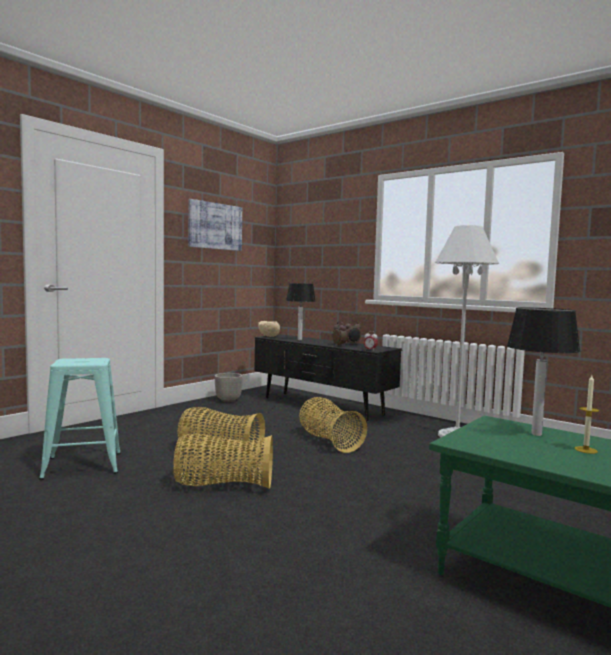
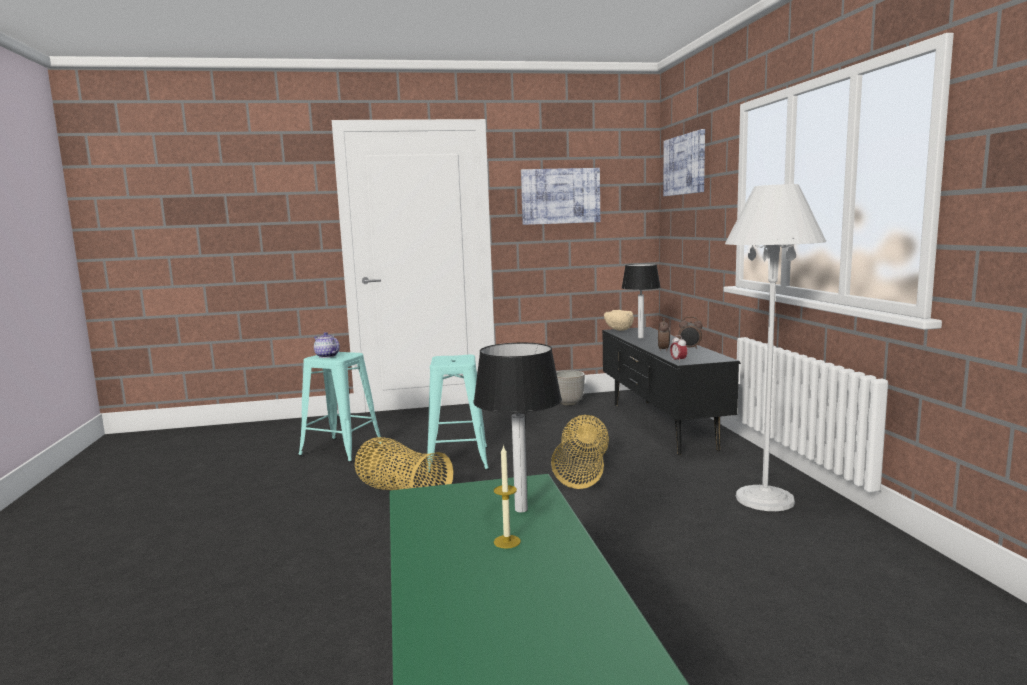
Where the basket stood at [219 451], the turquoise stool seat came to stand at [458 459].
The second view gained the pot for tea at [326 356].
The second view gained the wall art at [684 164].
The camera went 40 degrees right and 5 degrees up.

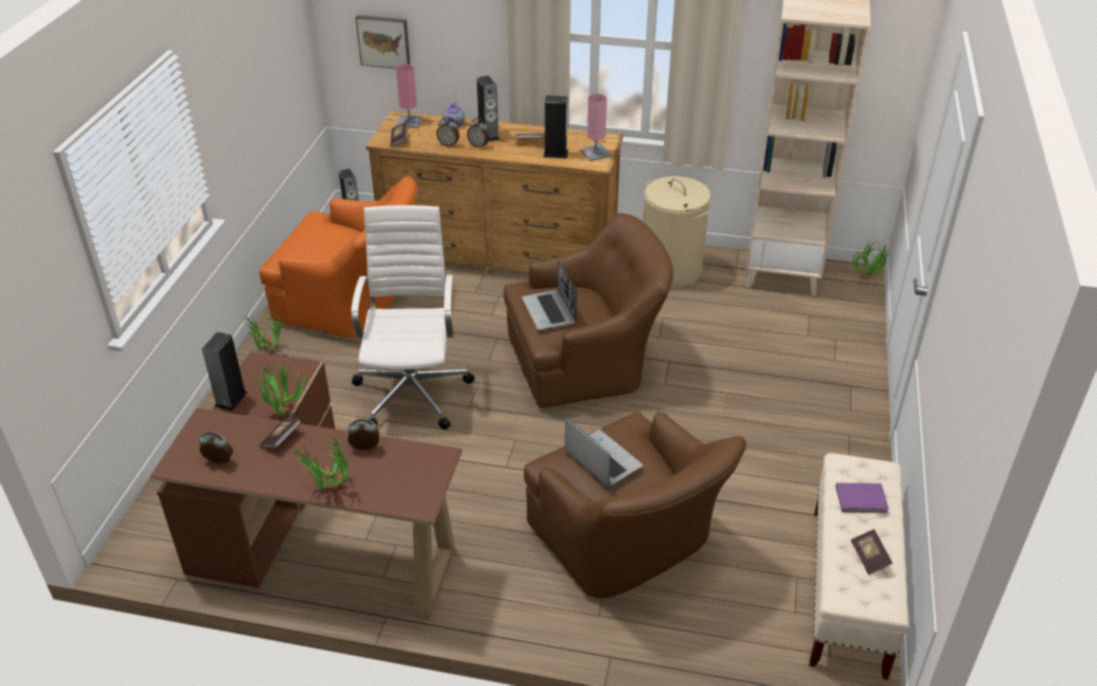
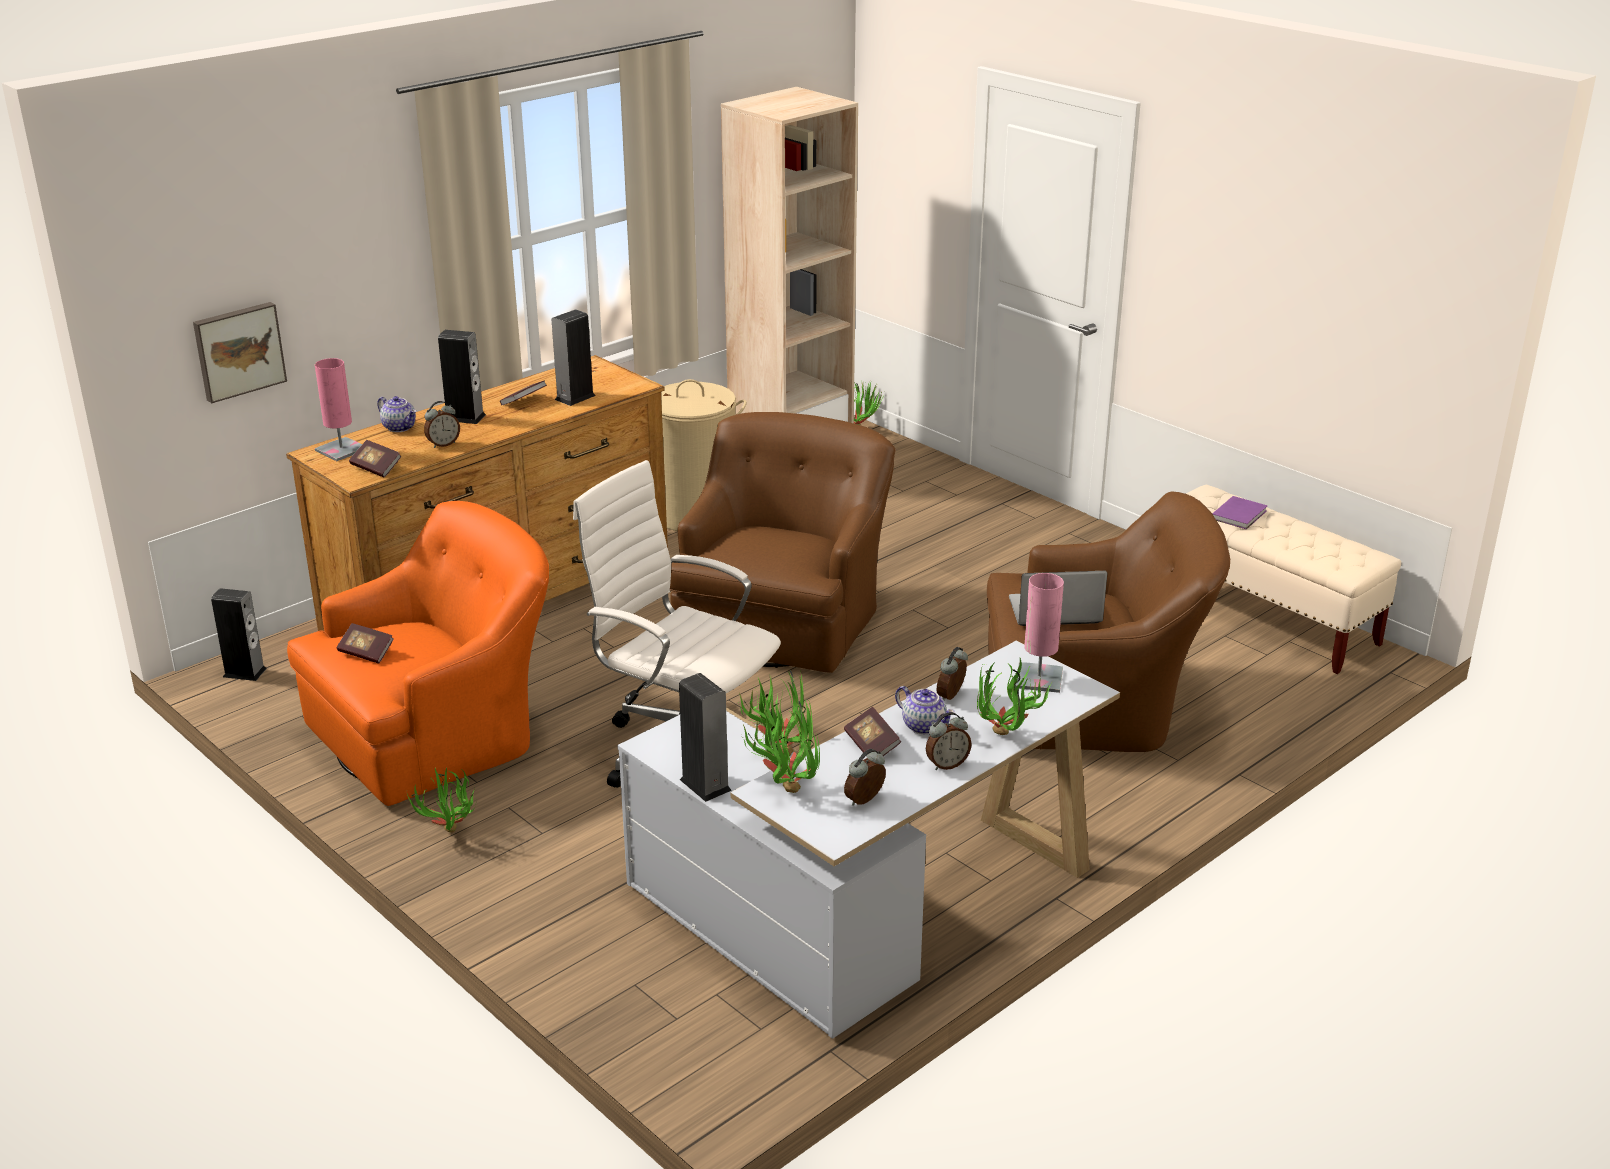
What was the brown-coloured desk at [313 536] turned into the whitish desk at [867 910].
The alarm clock ended up elsewhere, having gone from [479 145] to [946 764].
The second view lost the notebook computer at [550 312].
The pink tabletop lamp ended up elsewhere, having gone from [595 153] to [1039 678].
The book ended up elsewhere, having gone from [869 557] to [366 653].
The second view gained the houseplant at [784 787].
The second view gained the pot for tea at [924 726].
The camera went 55 degrees left and 10 degrees down.

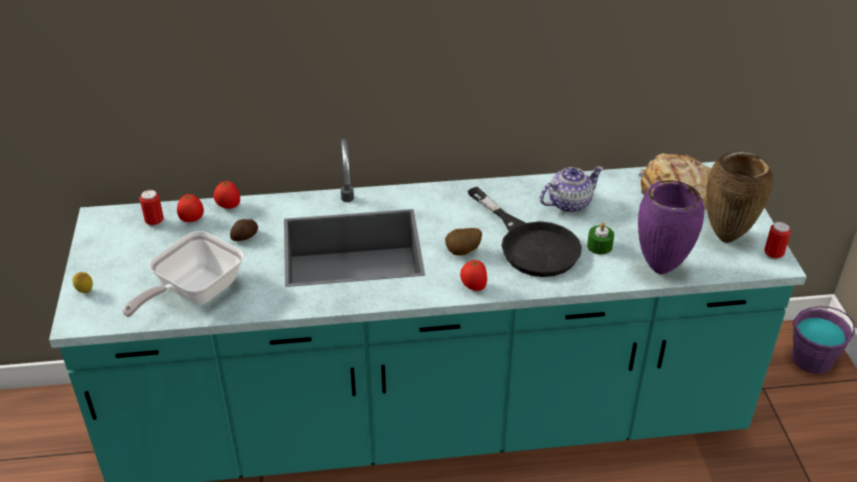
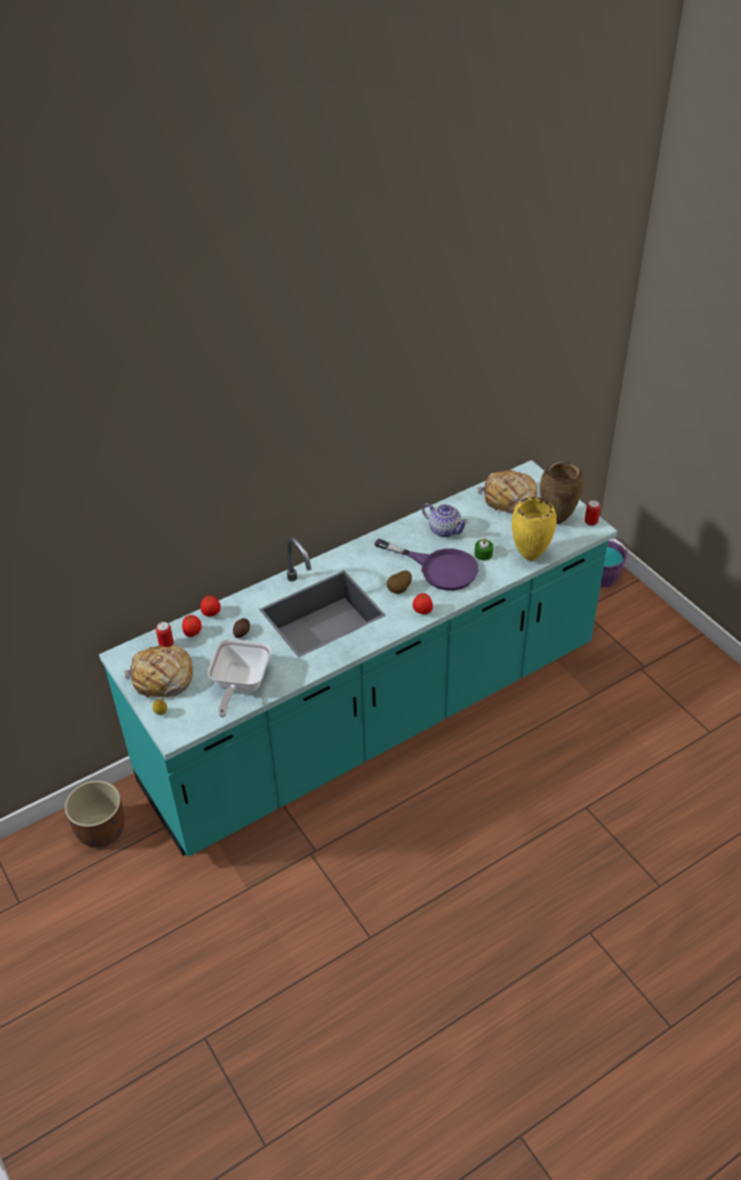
What was the black-coloured pan at [530 244] turned into the purplish pan at [439 568].
The pot for tea at [568 203] ended up facing another way, 90 degrees clockwise from before.
What was the purplish decorative vase at [659 270] turned into the yellow-coloured decorative vase at [529 558].
The second view gained the brown-coloured planter at [101 831].
The second view gained the bread at [162 679].
The camera went 25 degrees left and 5 degrees up.

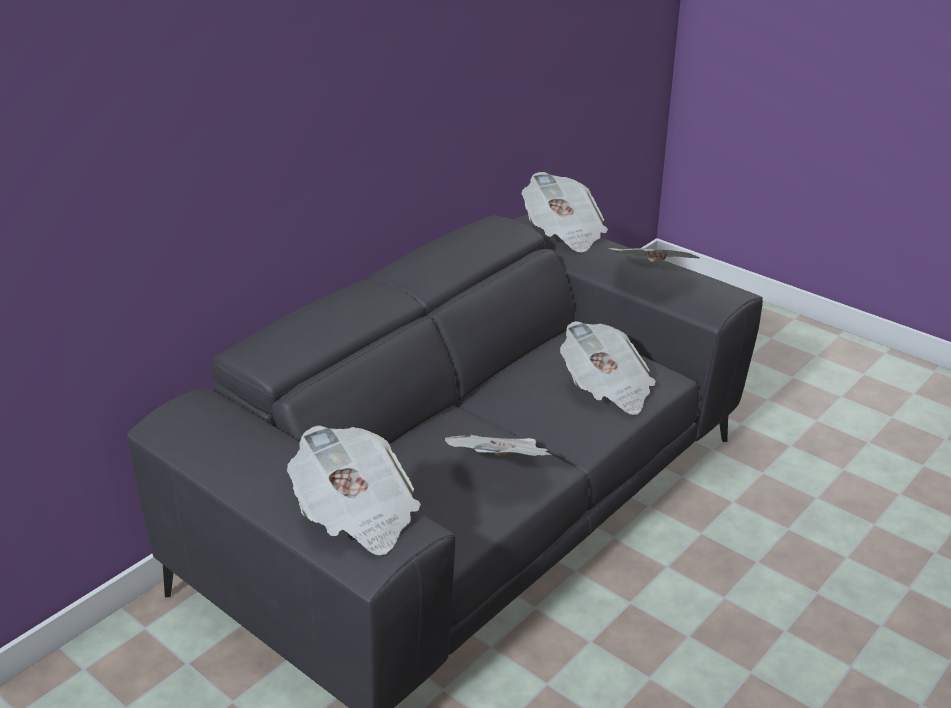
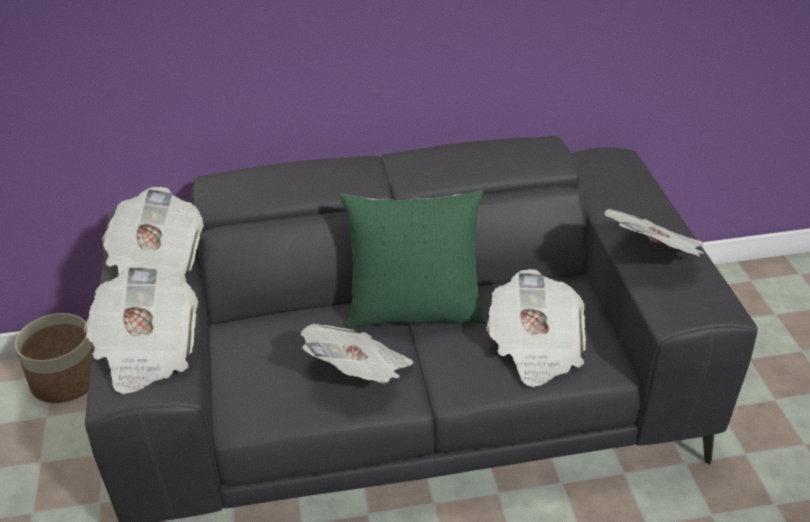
The daily paper ended up elsewhere, having gone from [564 233] to [155 266].
The second view gained the planter at [66 380].
The second view gained the green throw pillow at [414 311].
The camera went 40 degrees right and 5 degrees up.

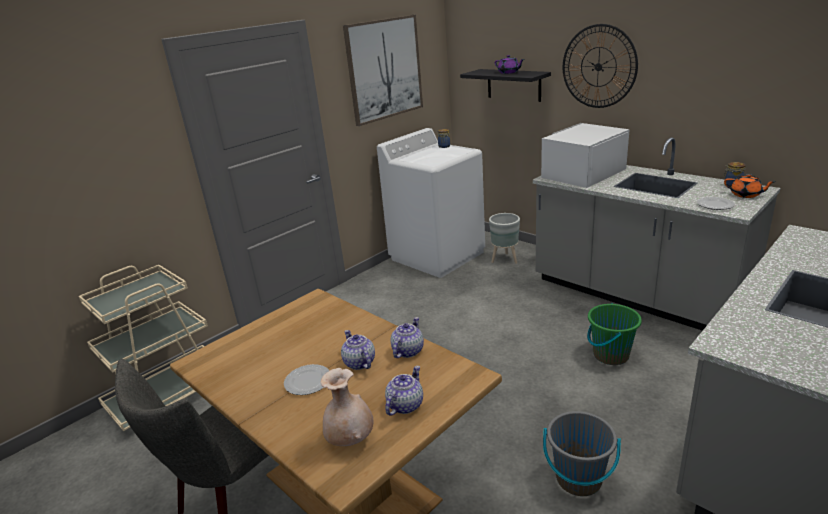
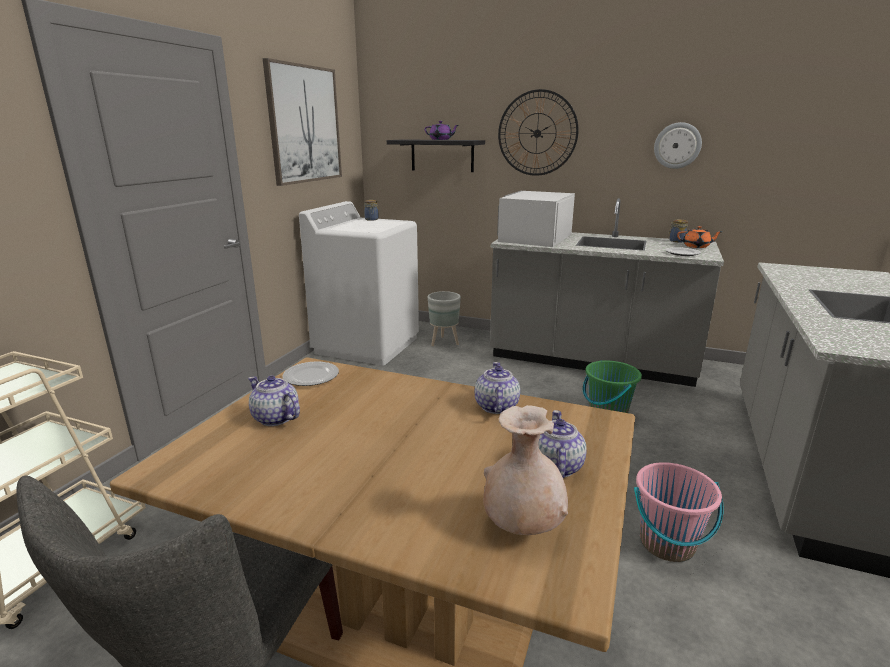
The dinner plate ended up elsewhere, having gone from [307 382] to [310 377].
The pot for tea ended up elsewhere, having gone from [359 363] to [275 418].
What was the grey pail at [578 479] turned into the pink pail at [667 543].
The second view gained the clock on the wall at [677 145].
The camera went 25 degrees left and 5 degrees down.

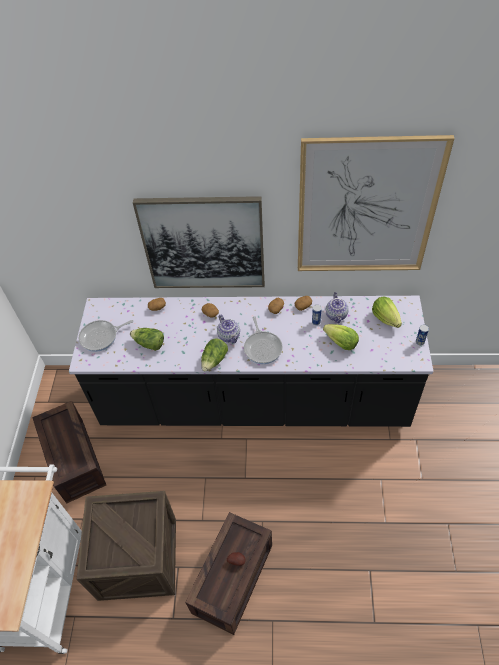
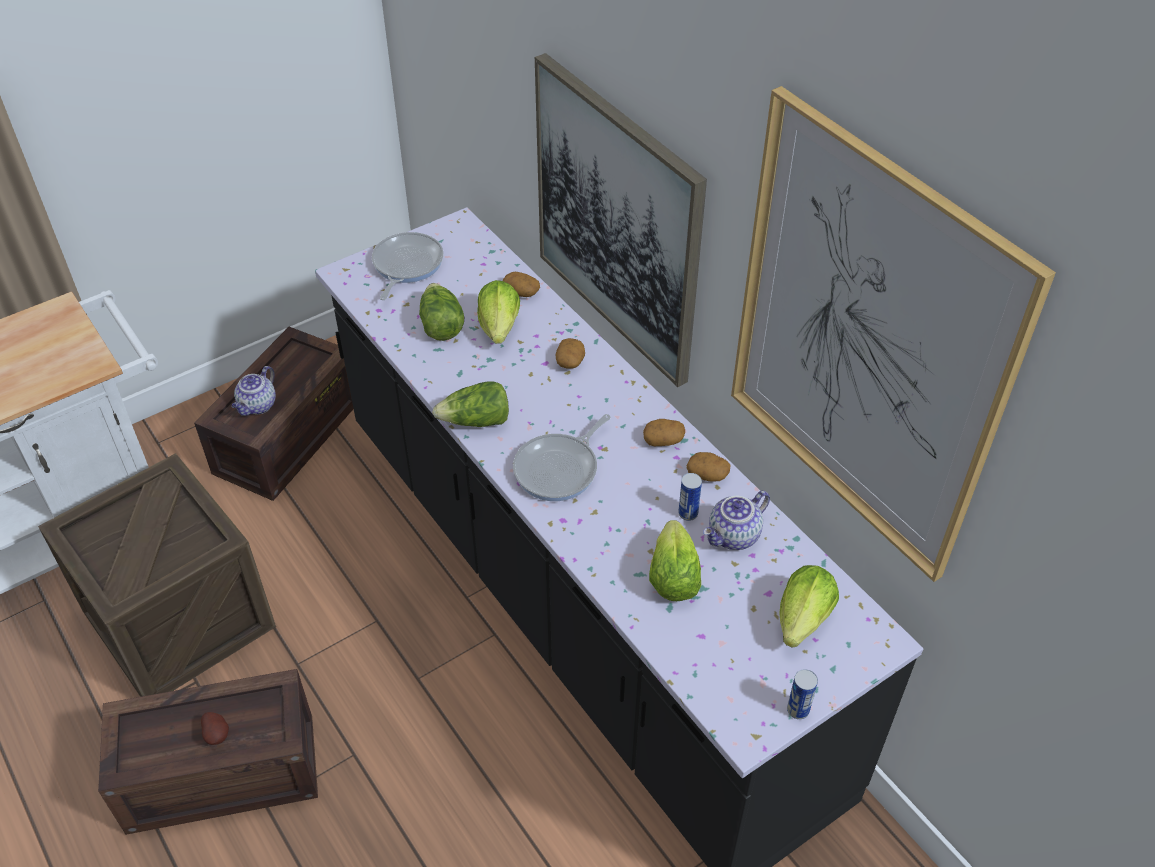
The pan at [101 337] ended up facing another way, 75 degrees clockwise from before.
The pot for tea ended up elsewhere, having gone from [229 336] to [257 406].
The second view gained the lettuce head at [499 327].
The camera went 50 degrees right and 5 degrees down.

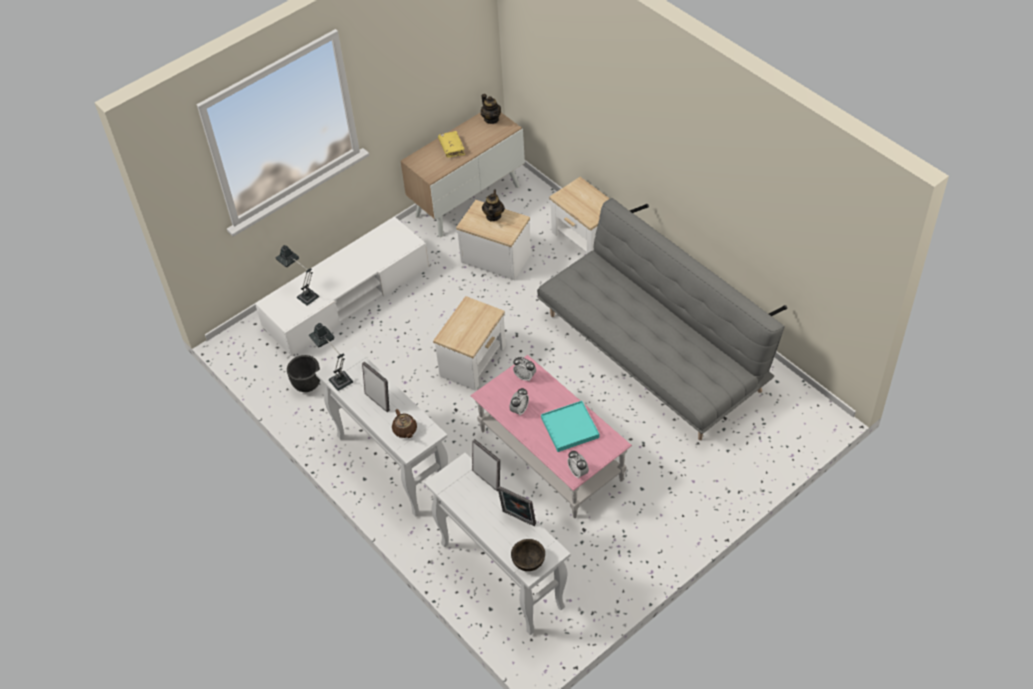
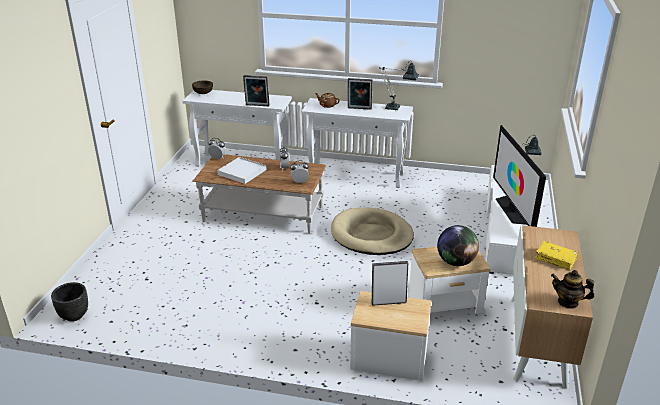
The black-coloured planter ended up elsewhere, having gone from [308 385] to [74 316].
Where the accent table stood at [473 361], the sand-coloured dog bed came to stand at [371 235].
What was the pink low table at [551 455] turned into the brown-coloured low table at [263 214].
Where the pot for tea stood at [493 216], the world globe came to stand at [456 262].
The picture frame ended up elsewhere, having gone from [518 519] to [388 302].
The second view lost the grey sofa at [653 351].
What was the turquoise serving tray at [570 428] turned into the whitish serving tray at [242 172].
The second view gained the TV at [513 210].
The camera went 140 degrees right and 20 degrees down.

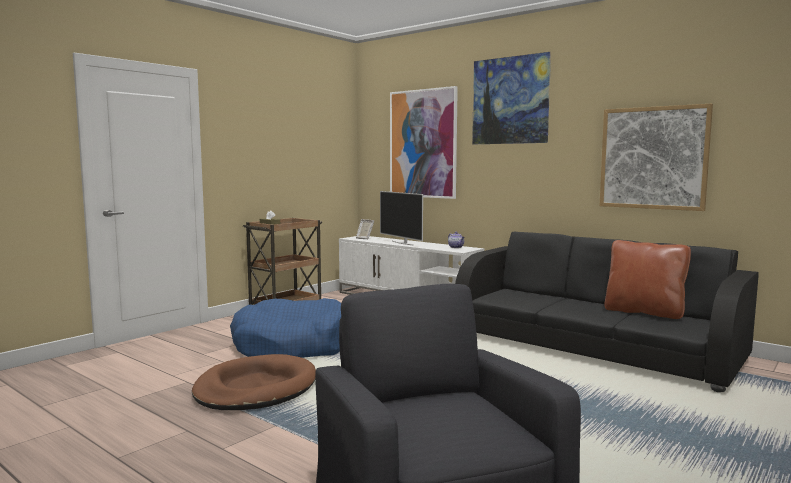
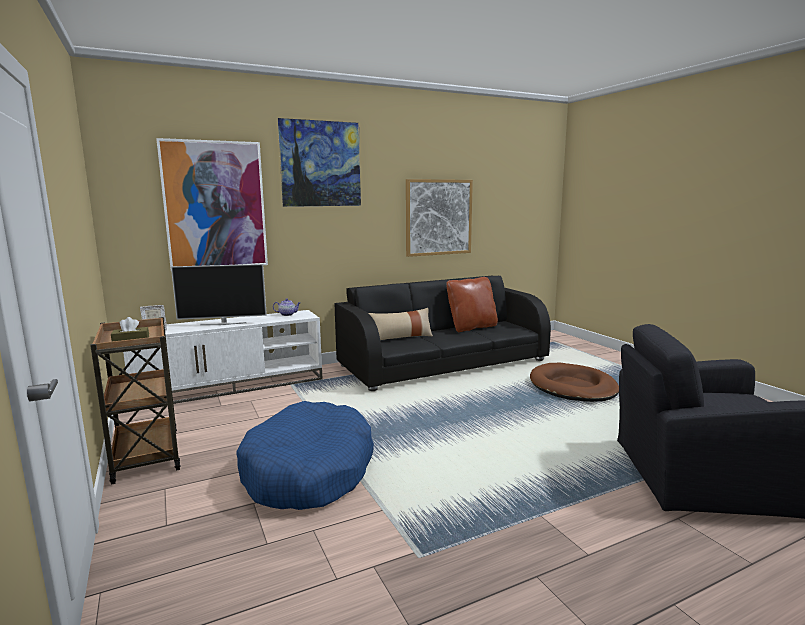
The brown-coloured dog bed ended up elsewhere, having gone from [256 388] to [572 387].
The second view gained the sand-coloured throw pillow at [401 337].
The camera went 65 degrees left and 5 degrees up.

